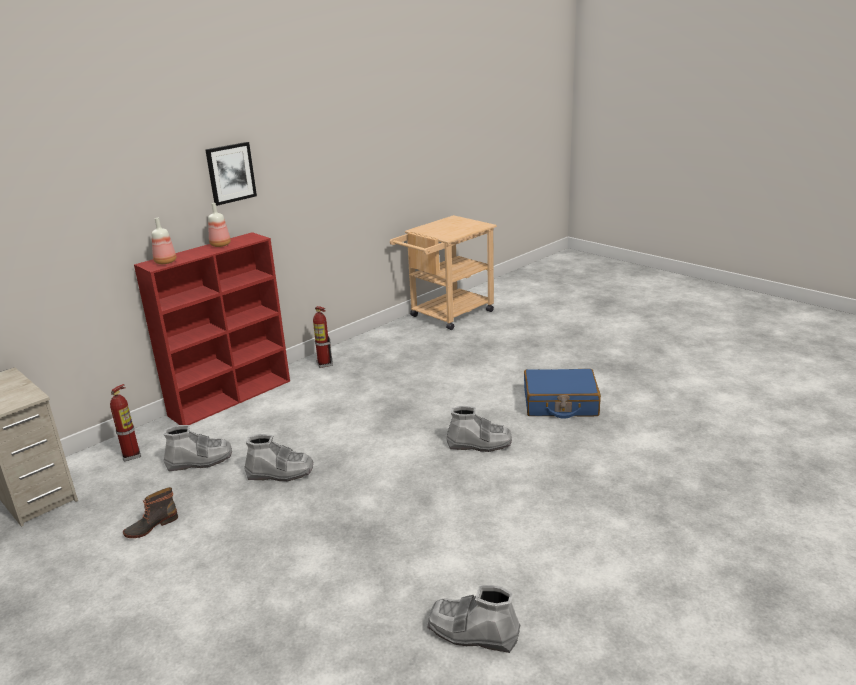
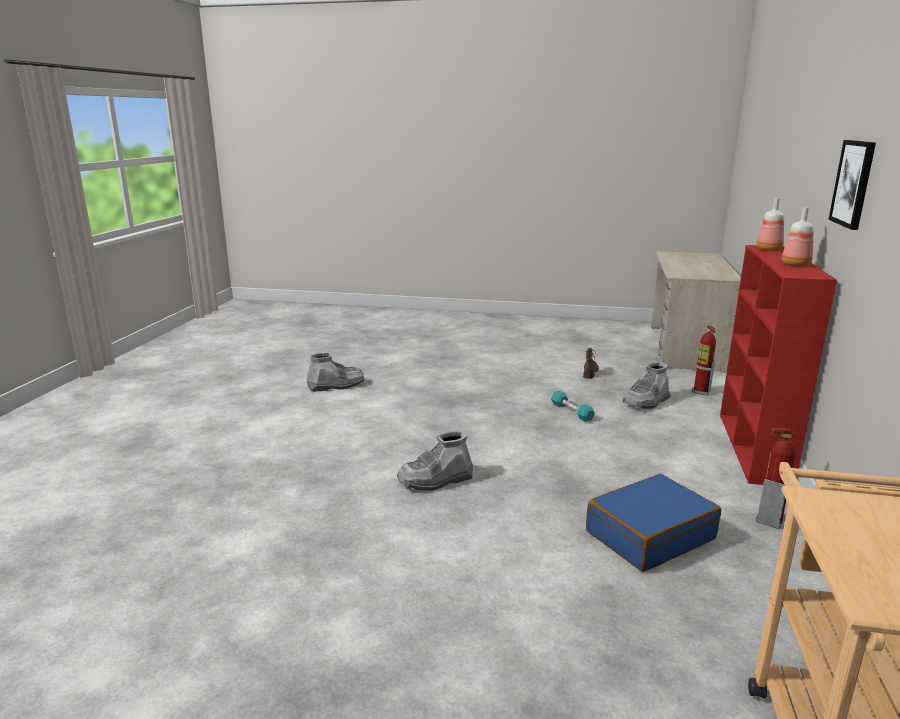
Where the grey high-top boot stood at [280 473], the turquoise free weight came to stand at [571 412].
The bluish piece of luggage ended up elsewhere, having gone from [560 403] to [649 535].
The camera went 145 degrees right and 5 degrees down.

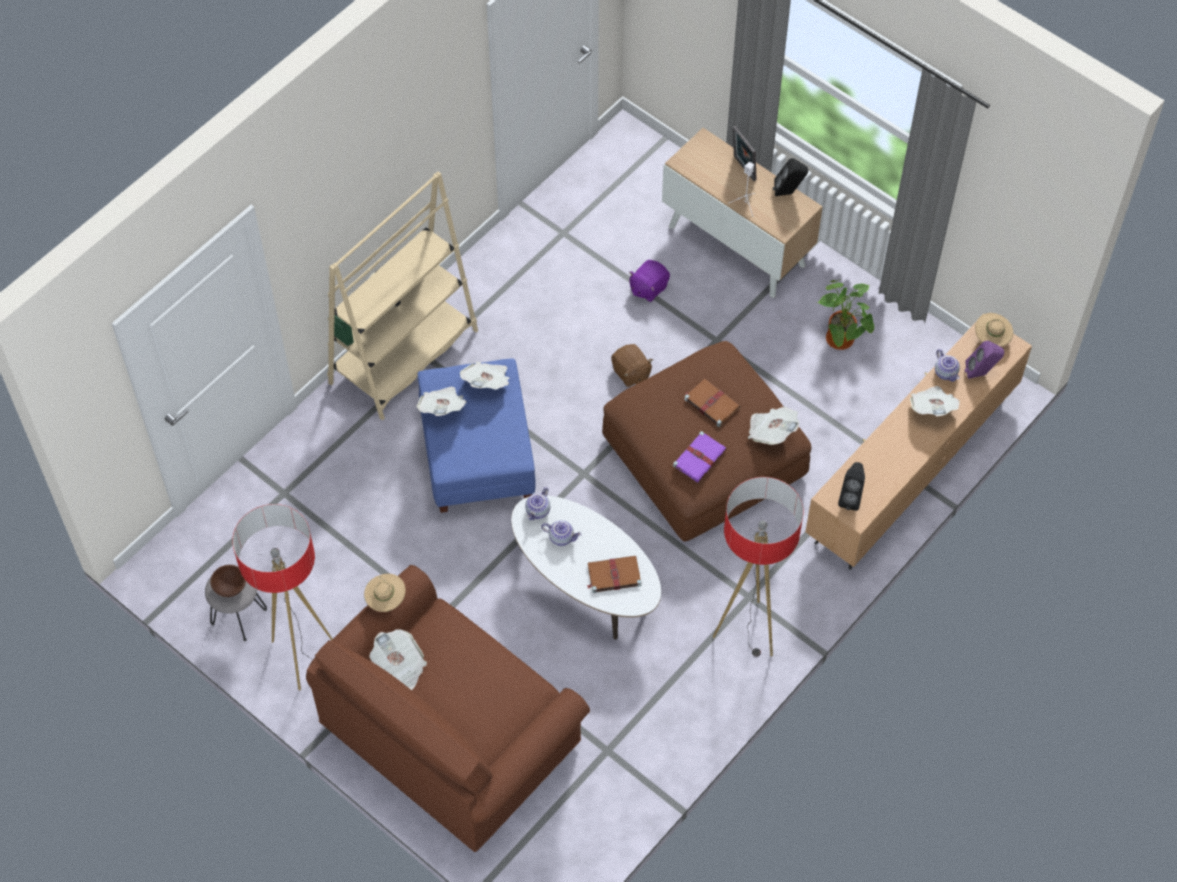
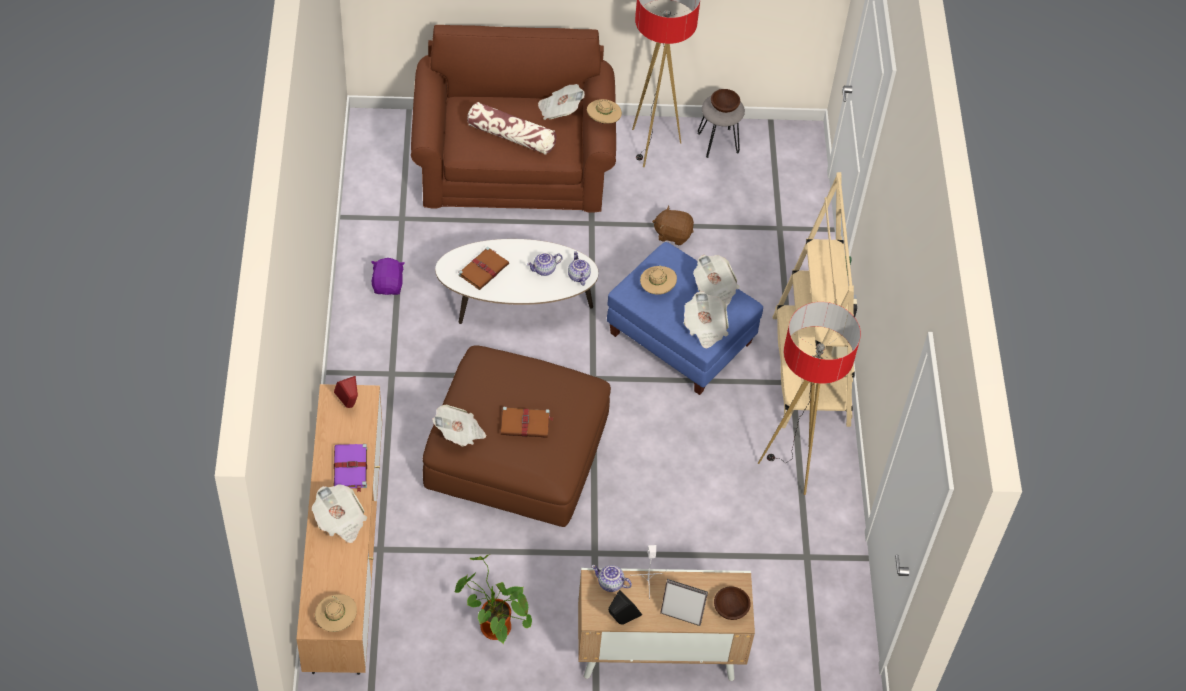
The brown-coloured plush toy ended up elsewhere, having gone from [631 373] to [673 234].
The purplish plush toy ended up elsewhere, having gone from [648 288] to [388 285].
The purplish book ended up elsewhere, having gone from [700 457] to [350 468].
The standard lamp ended up elsewhere, having gone from [747 632] to [790 468].
What was the black-coloured audio speaker at [850 497] turned into the red audio speaker at [349 405].
The pot for tea ended up elsewhere, having gone from [946 372] to [610 583].
The second view lost the purplish audio speaker at [981 373].
The second view gained the throw pillow at [511 136].
The second view gained the sand-coloured hat at [657 288].
The second view gained the brown-coloured bowl at [731 608].
The camera went 135 degrees right and 5 degrees down.

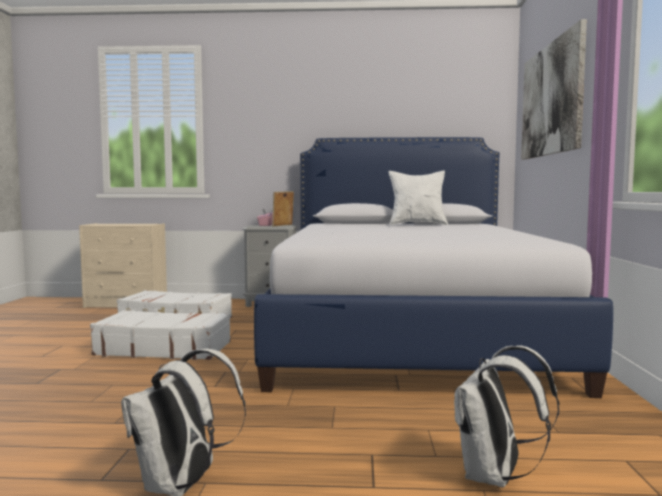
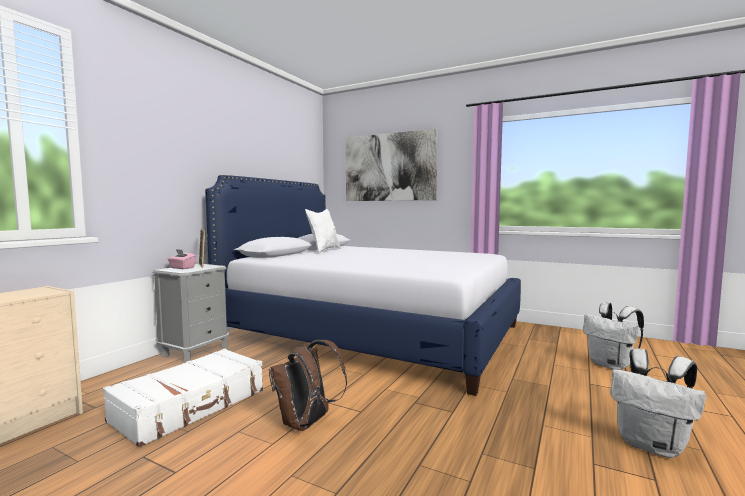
Where the whitish piece of luggage stood at [164 348], the brown-coloured rucksack came to stand at [307 424].
The camera went 65 degrees left and 0 degrees up.

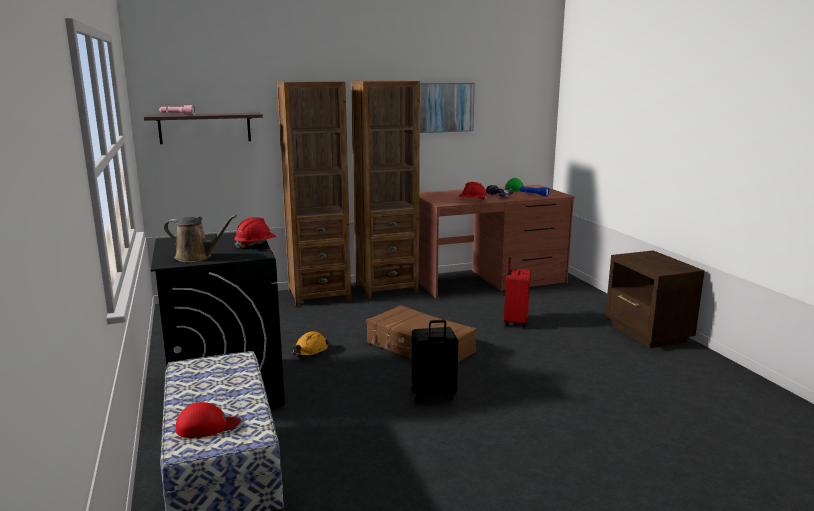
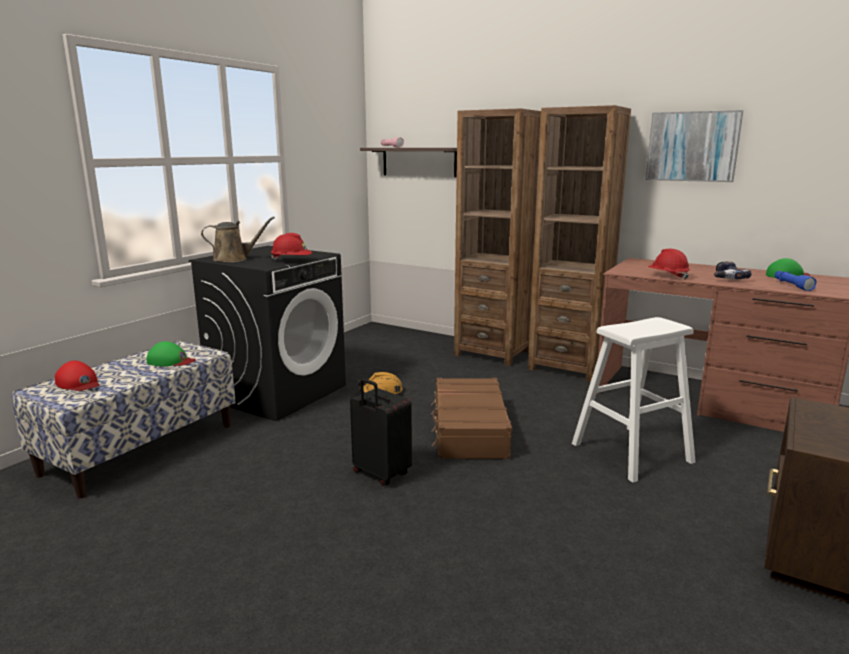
The brown-coloured sprinkling can at [196 257] ended up facing another way, 75 degrees counterclockwise from before.
Where the red piece of luggage stood at [514 322], the whitish stool seat came to stand at [631 452].
The second view gained the green peaked cap at [171 361].
The camera went 50 degrees right and 0 degrees up.

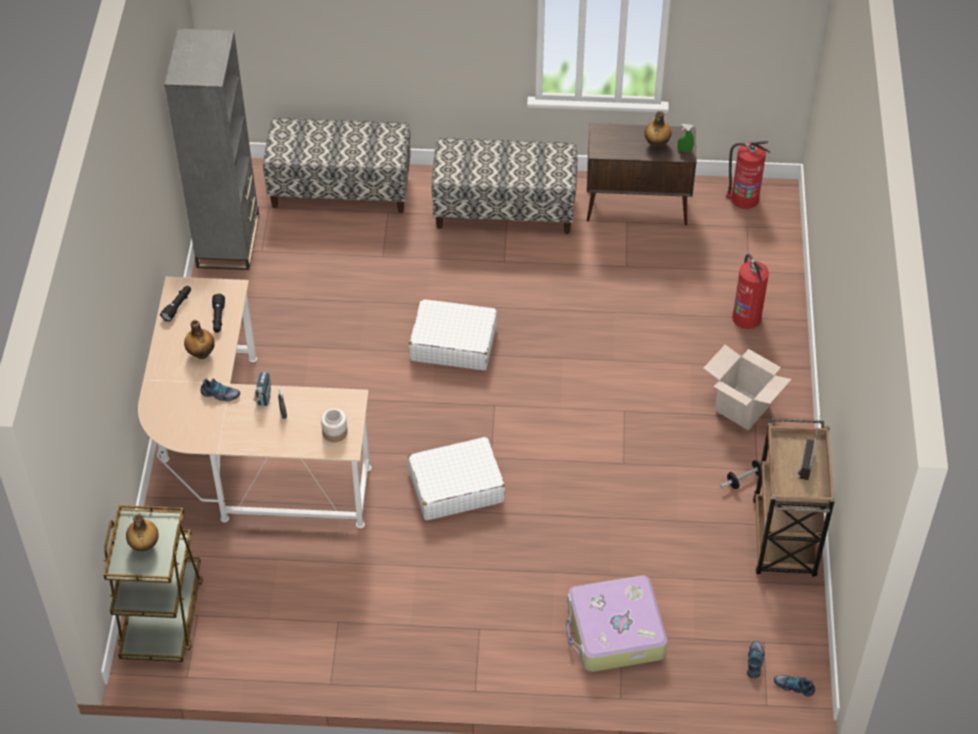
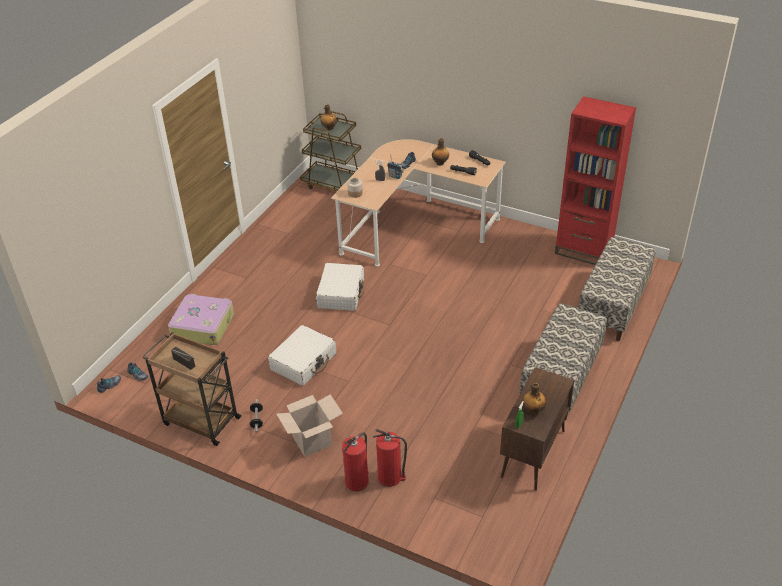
What was the grey bookcase at [228 241] turned into the red bookcase at [583 250].
The whitish piece of luggage ended up elsewhere, having gone from [453 343] to [303 362].
The fire-fighting cylinder ended up elsewhere, having gone from [743 198] to [357 481].
The camera went 115 degrees right and 10 degrees down.

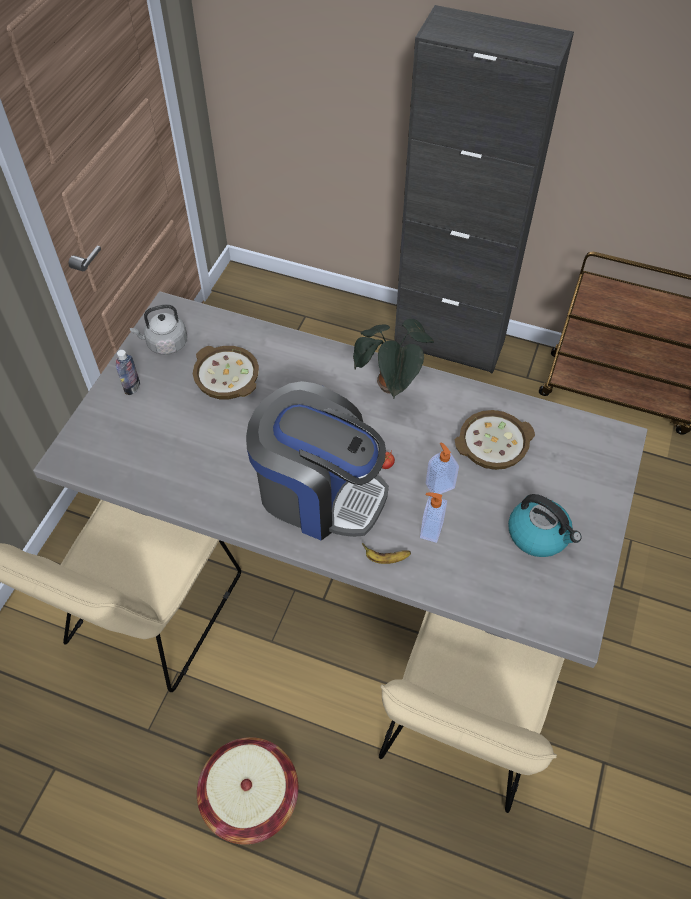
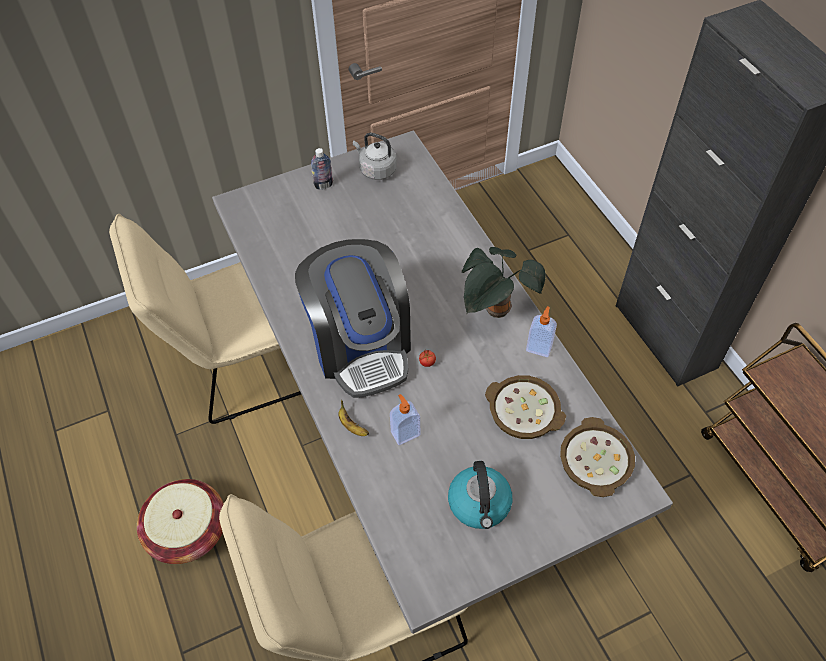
The bowl ended up elsewhere, having gone from [226 379] to [594 462].
The soap bottle ended up elsewhere, having gone from [439 485] to [539 347].
The camera went 45 degrees right and 0 degrees up.

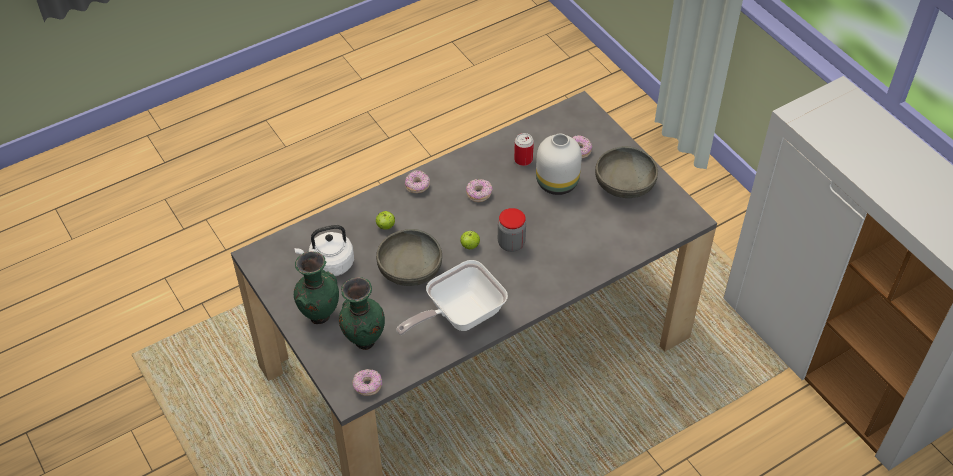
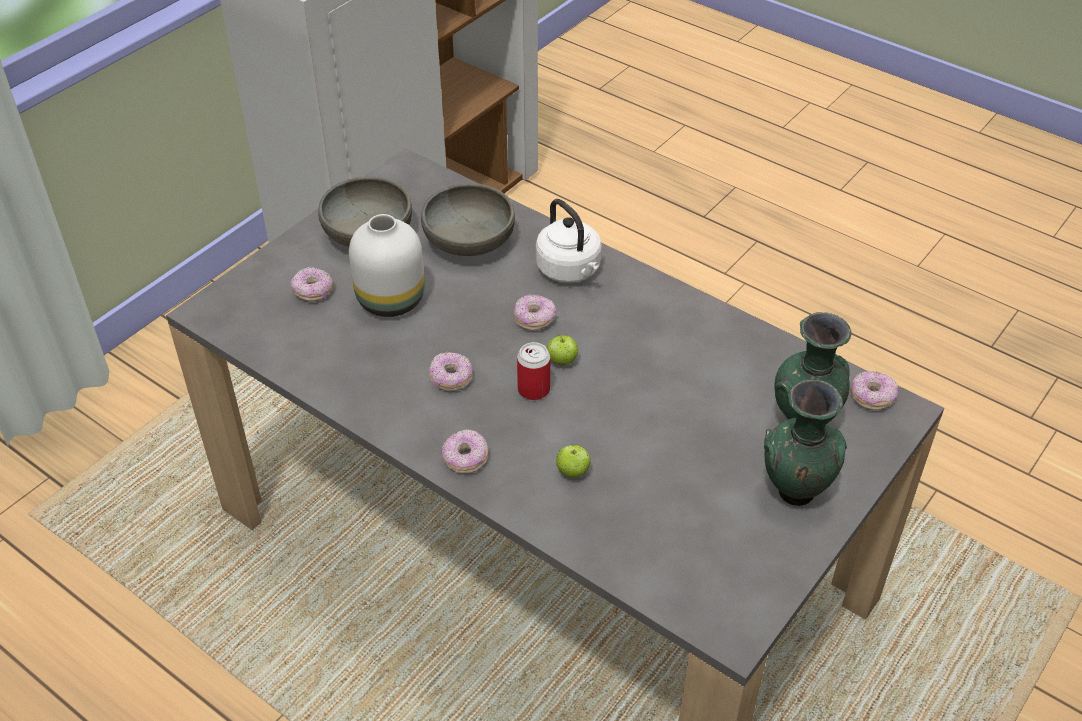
The whitish tea kettle ended up elsewhere, having gone from [329 264] to [570 270].
The grey bowl ended up elsewhere, having gone from [410 270] to [469 241].
The second view lost the pan at [459 315].
Where the preserve jar stood at [511 243], the donut came to stand at [534 319].
The metal can ended up elsewhere, having gone from [523 160] to [533 389].
The camera went 110 degrees left and 5 degrees down.

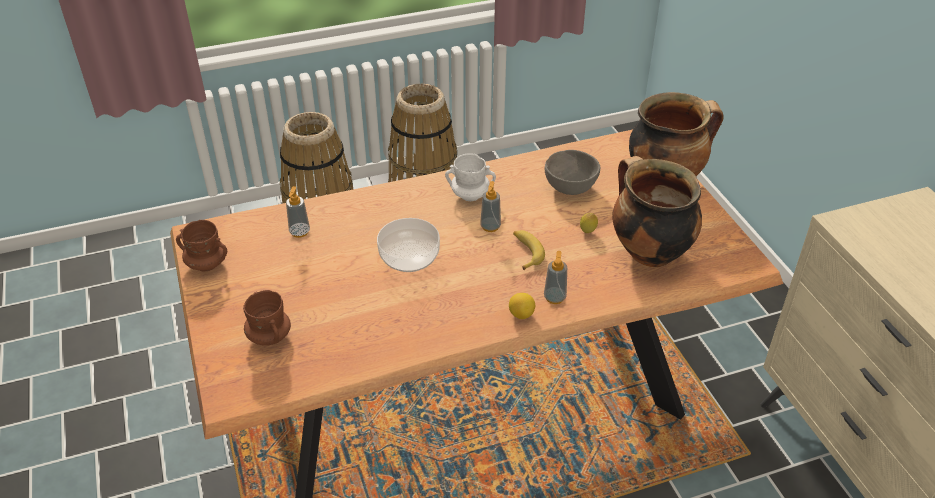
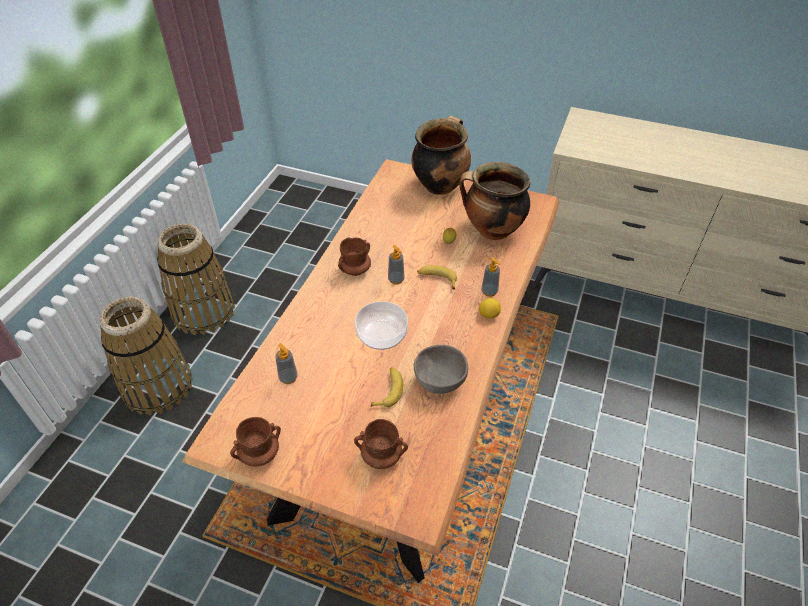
What was the whitish tea mug at [470 195] turned into the brown-coloured tea mug at [355 270].
The grey bowl ended up elsewhere, having gone from [570 187] to [439 381].
The second view gained the whole banana at [388 390].
The camera went 50 degrees left and 5 degrees up.

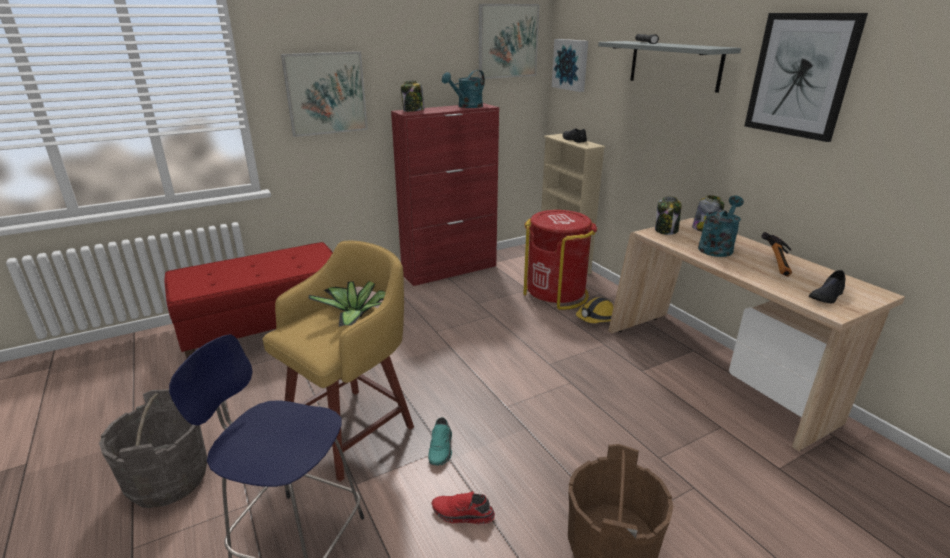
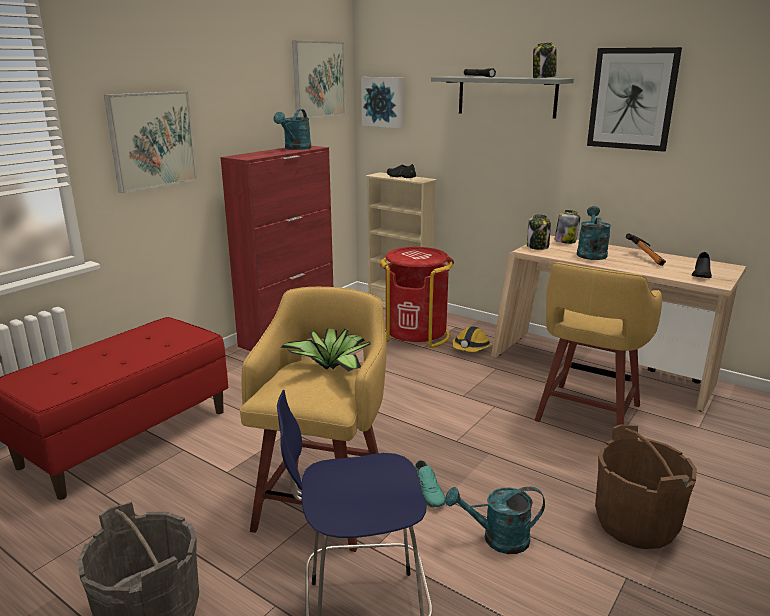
The preserve jar ended up elsewhere, having gone from [413 111] to [543 78].
Where the red low shoe stood at [462 515], the turquoise sprinkling can came to stand at [497 539].
The second view gained the yellow-coloured stool seat at [586 414].
The camera went 25 degrees left and 5 degrees down.

